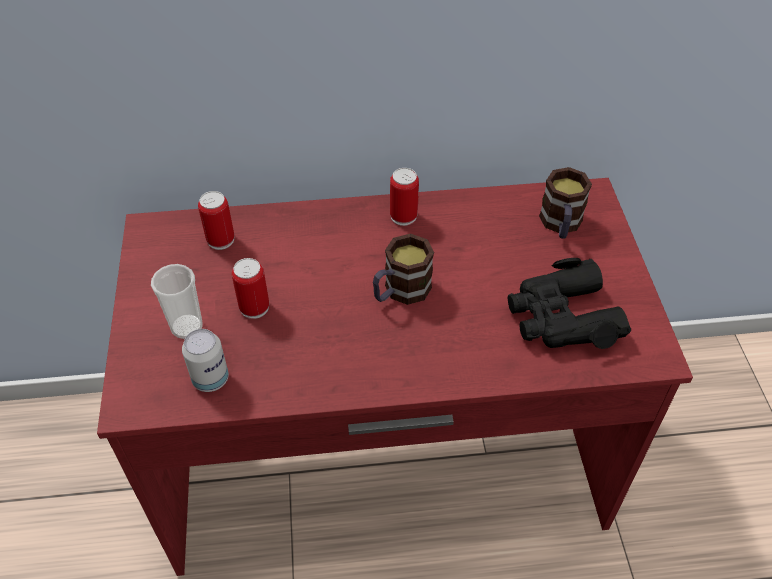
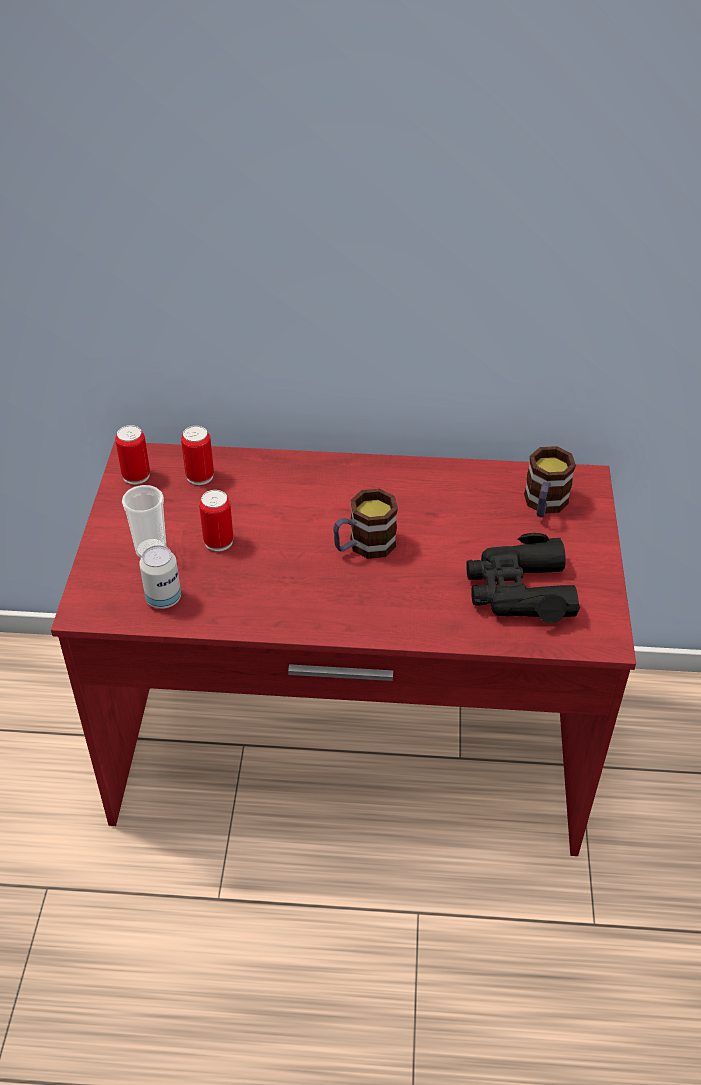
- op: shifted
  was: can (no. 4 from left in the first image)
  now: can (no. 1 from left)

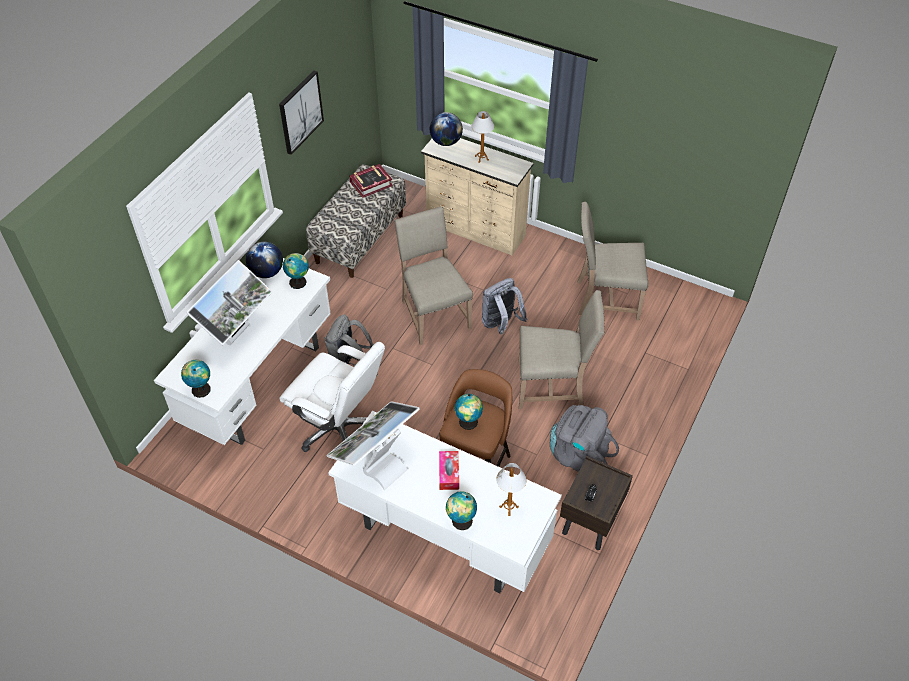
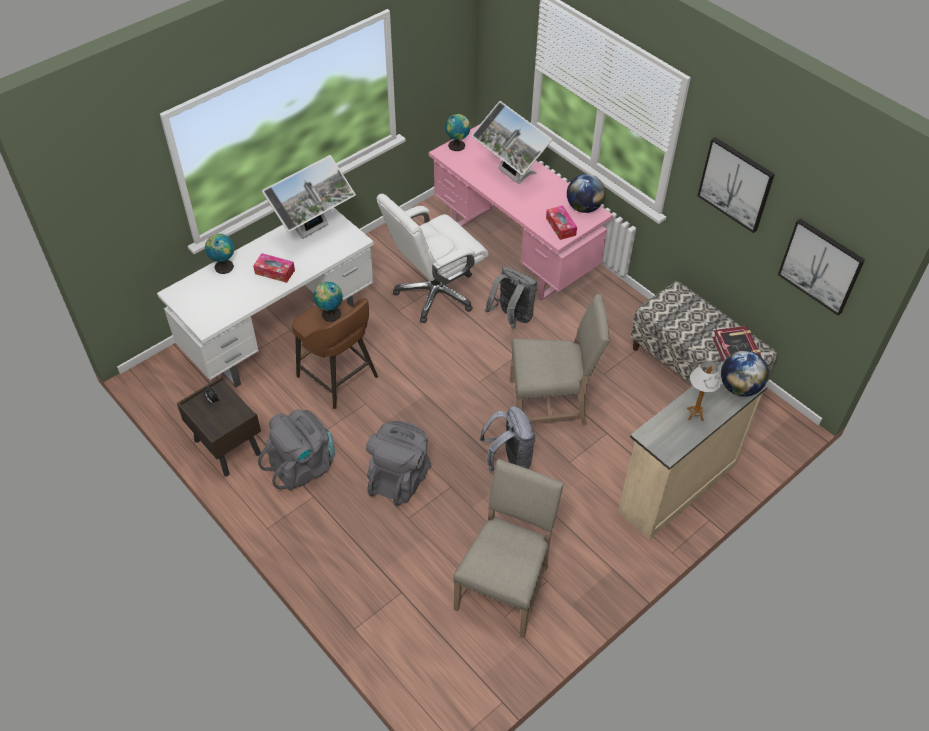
- op: swapped
  was: globe (no. 3 from left)
  now: tissue_box (no. 2 from left)
- op: repainted
  was: white_desk (no. 1 from left)
  now: pink_desk
- op: swapped
  was: beige_chair (no. 2 from left)
  now: grey_backpack (no. 2 from left)
- op: rotated
  was: monitor (no. 2 from left in the first image)
  clockwise: 75
- op: gone
  was: table_lamp (no. 2 from left)
- op: new
  now: picture (no. 2 from left)

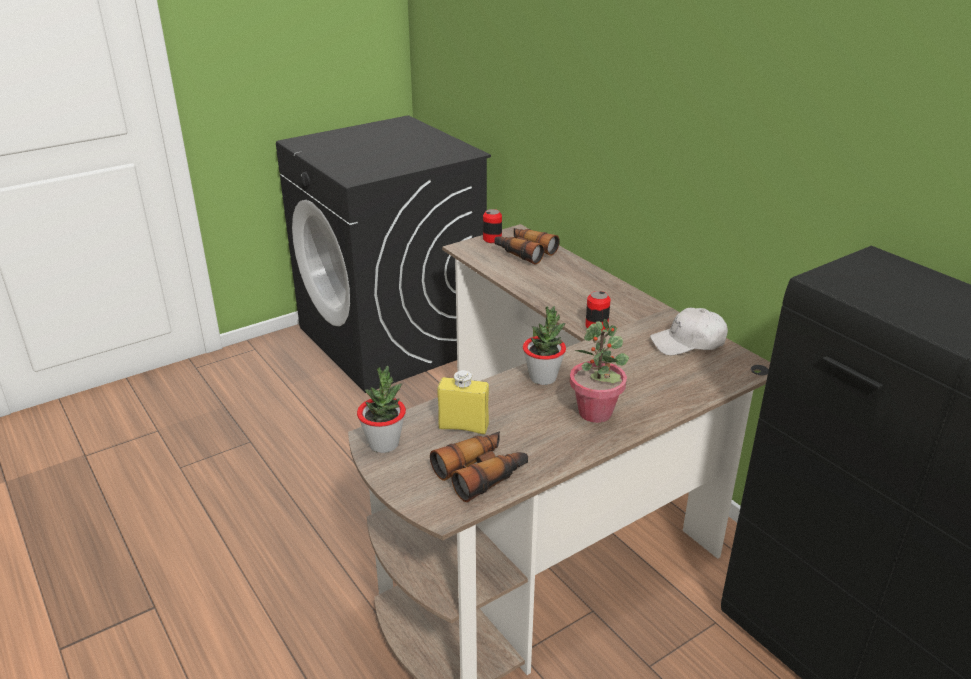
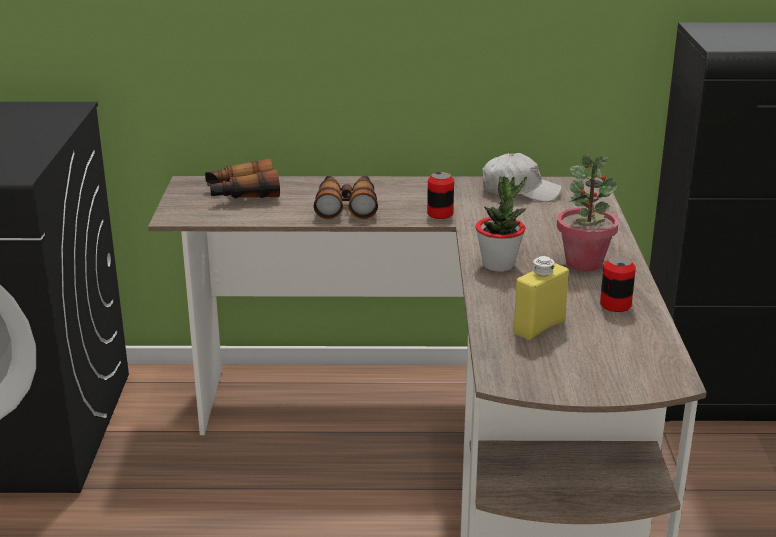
- op: shifted
  was: can (no. 1 from left in the first image)
  now: can (no. 2 from left)
- op: rotated
  was: white_cap
  clockwise: -105
- op: gone
  was: potted_plant (no. 1 from left)
- op: shifted
  was: binoculars (no. 1 from left in the first image)
  now: binoculars (no. 2 from left)

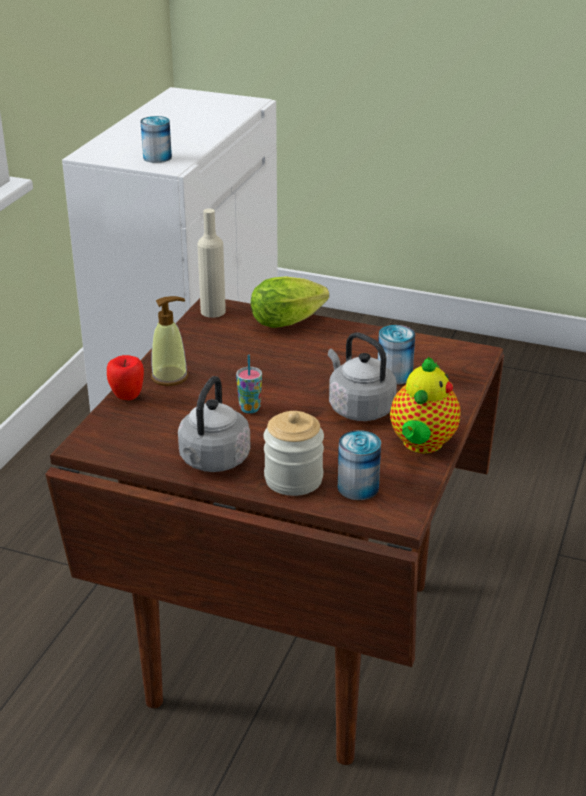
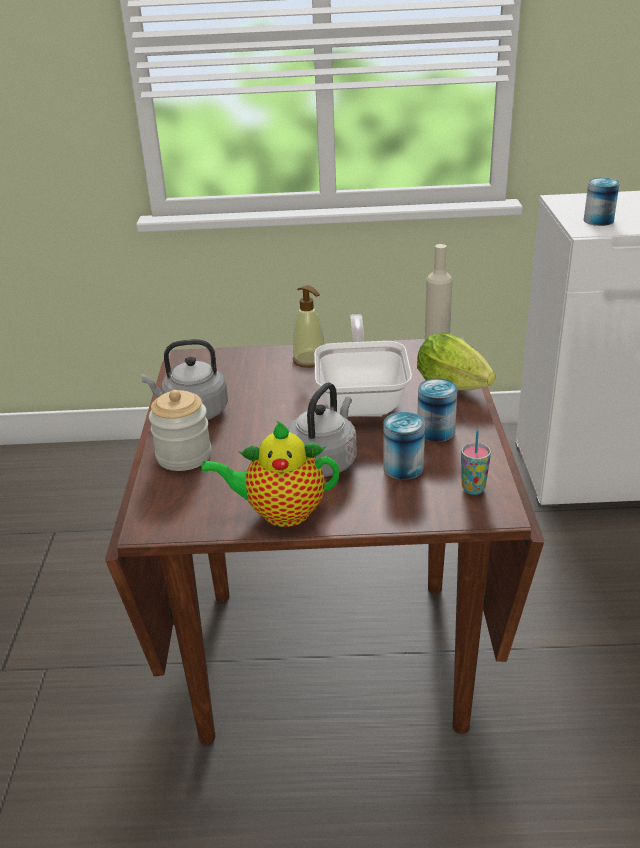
- op: gone
  was: apple
- op: shifted
  was: cup
- op: shifted
  was: can (no. 2 from left)
- op: new
  now: frying_pan

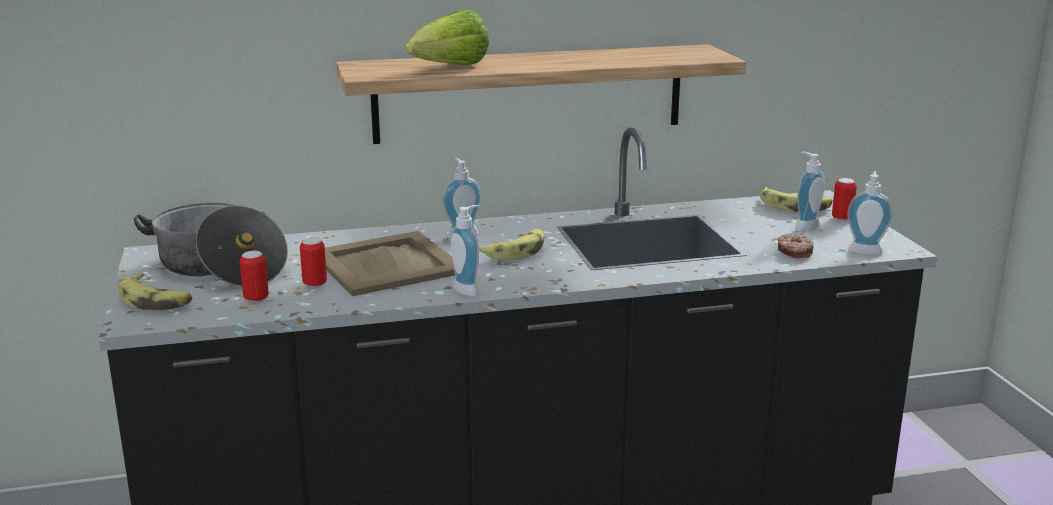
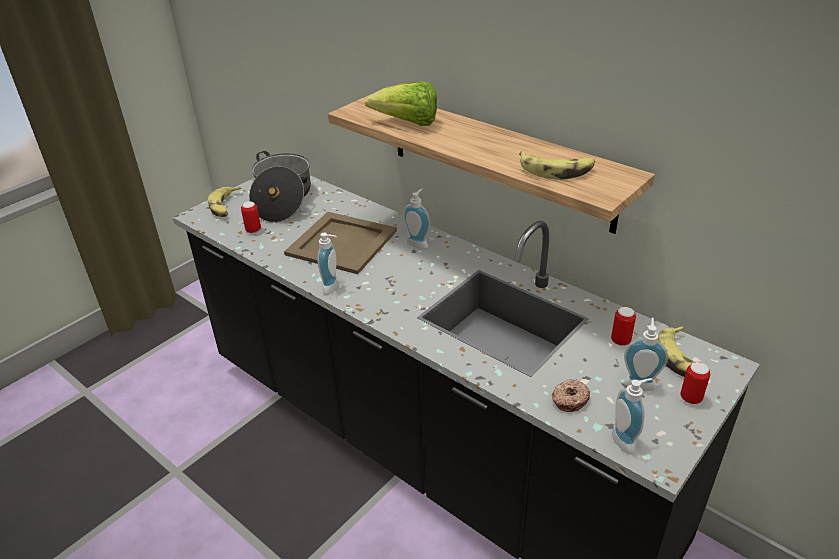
- op: shifted
  was: banana (no. 2 from left)
- op: shifted
  was: can (no. 2 from left)

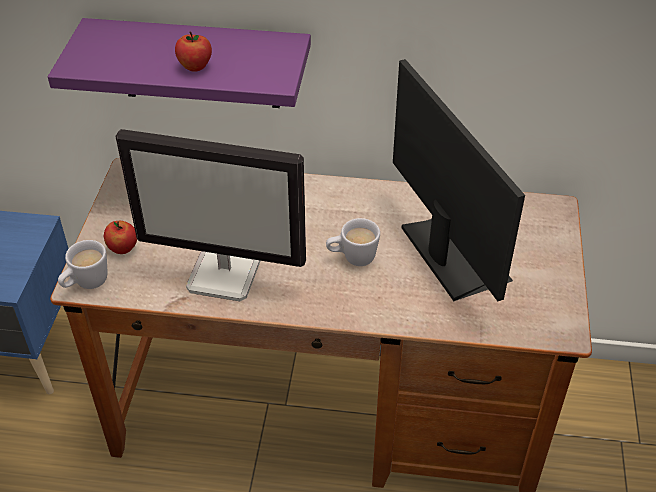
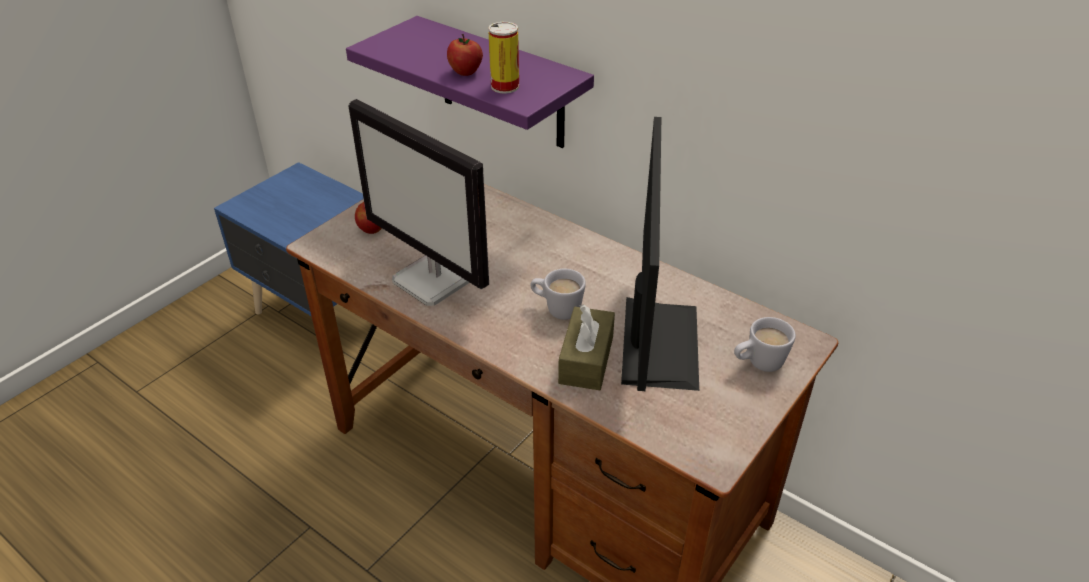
- op: shifted
  was: white_mug (no. 1 from left in the first image)
  now: white_mug (no. 2 from left)
- op: new
  now: can
- op: new
  now: brown_tissue_box

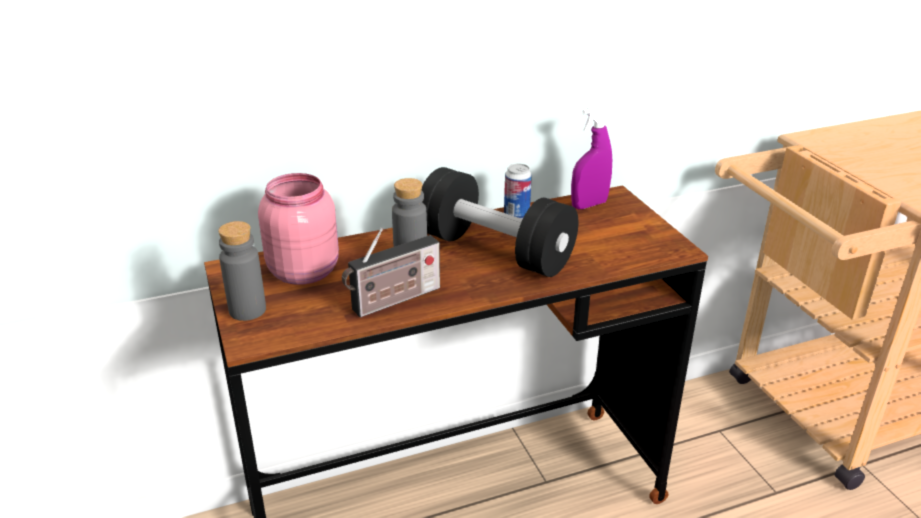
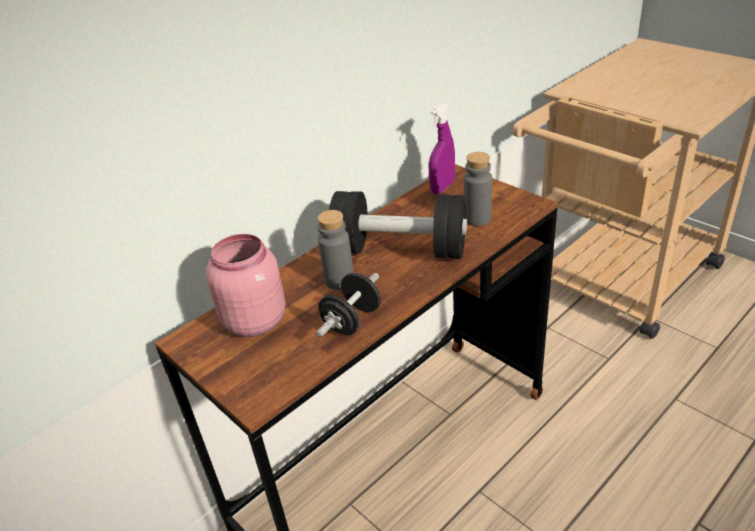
- op: gone
  was: can
- op: shifted
  was: grey_bottle (no. 1 from left in the first image)
  now: grey_bottle (no. 2 from left)
- op: swapped
  was: radio
  now: black_dumbbell (no. 1 from left)

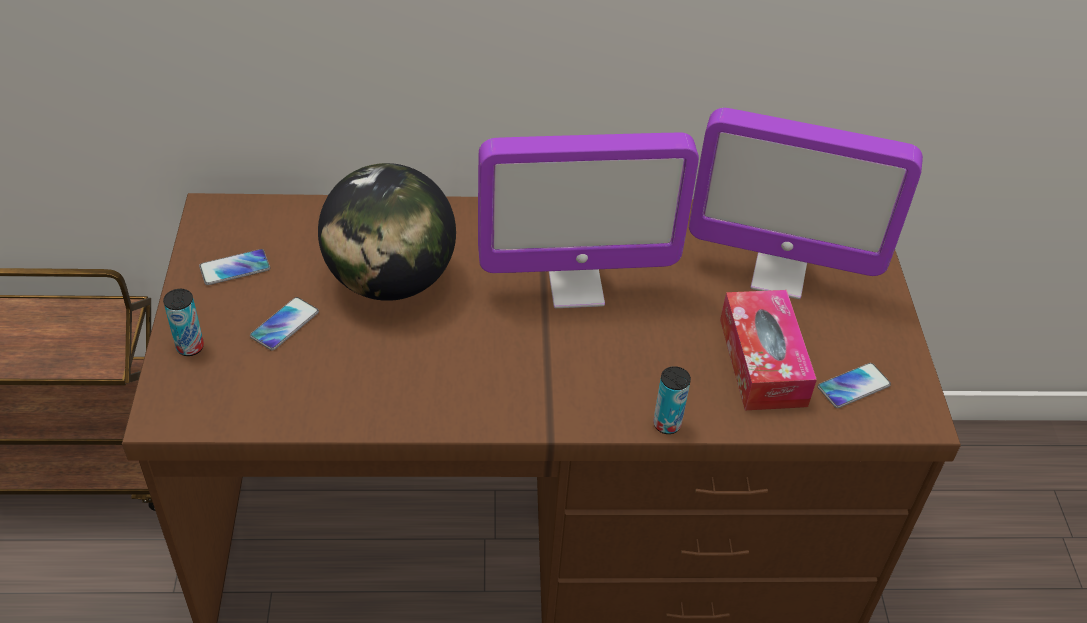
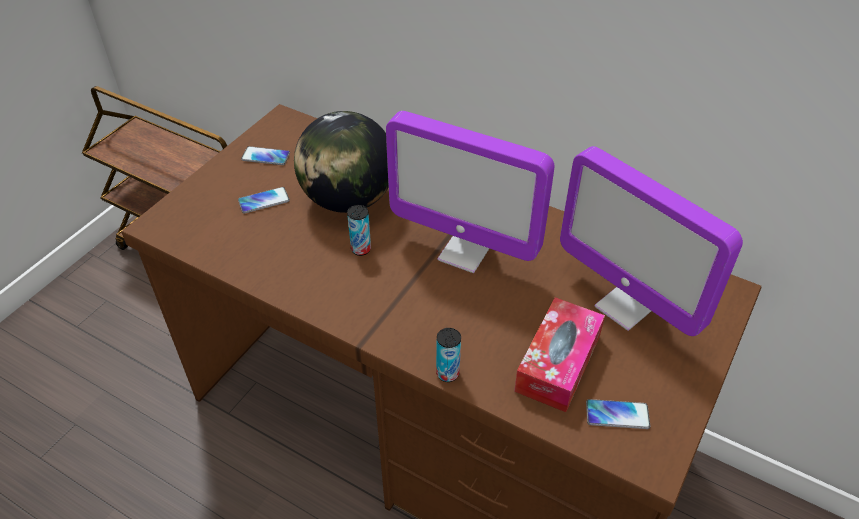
- op: shifted
  was: can (no. 1 from left)

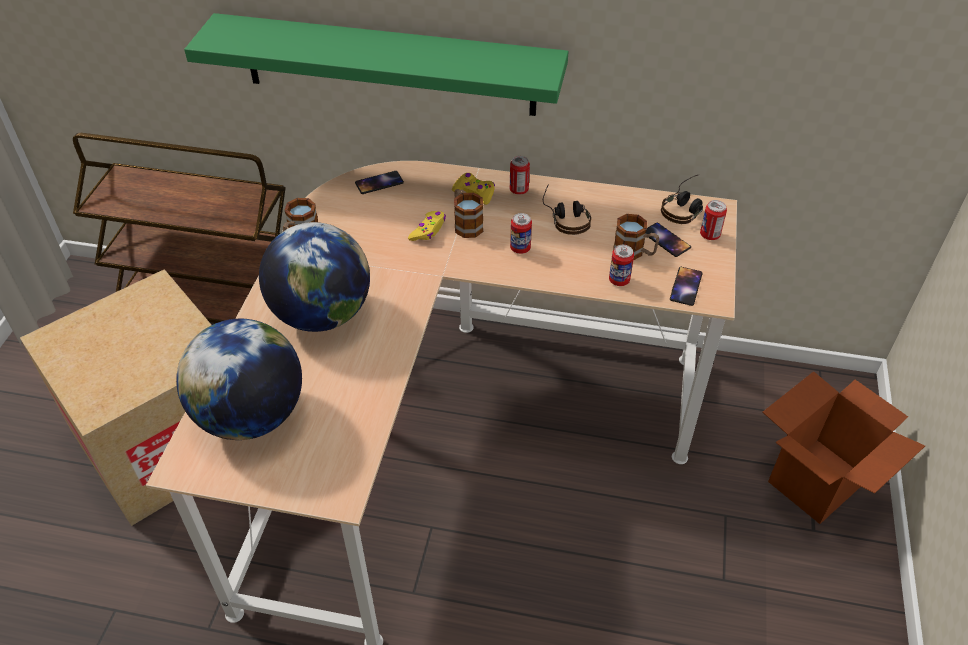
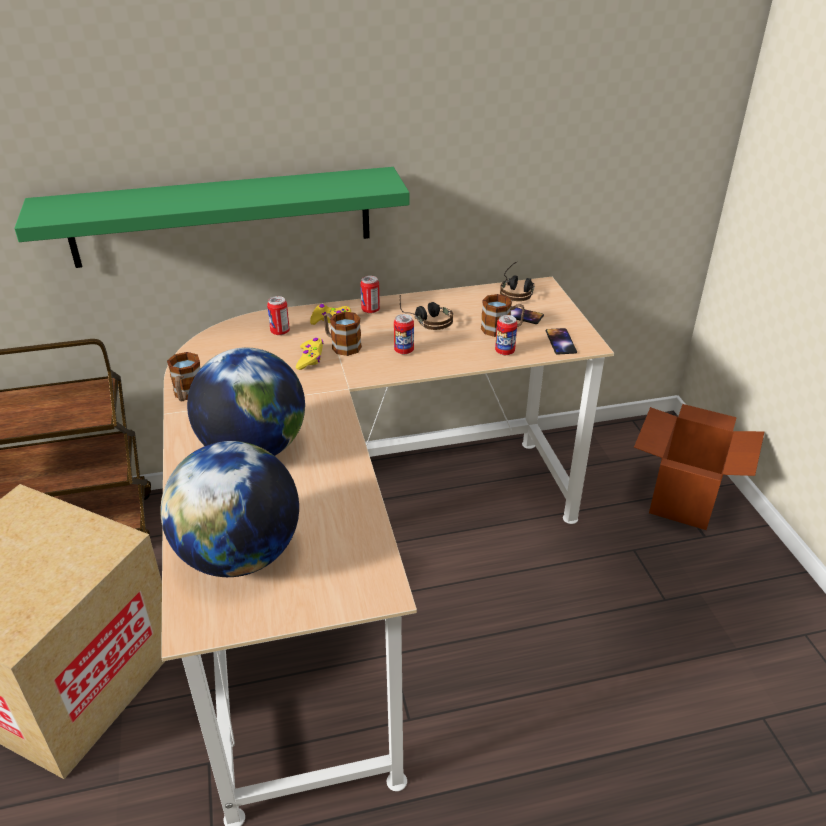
- op: gone
  was: phone (no. 1 from left)
- op: shifted
  was: can (no. 4 from left in the first image)
  now: can (no. 1 from left)

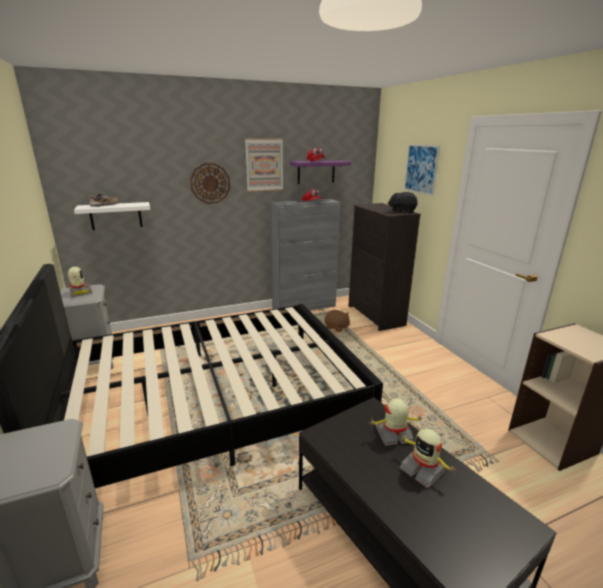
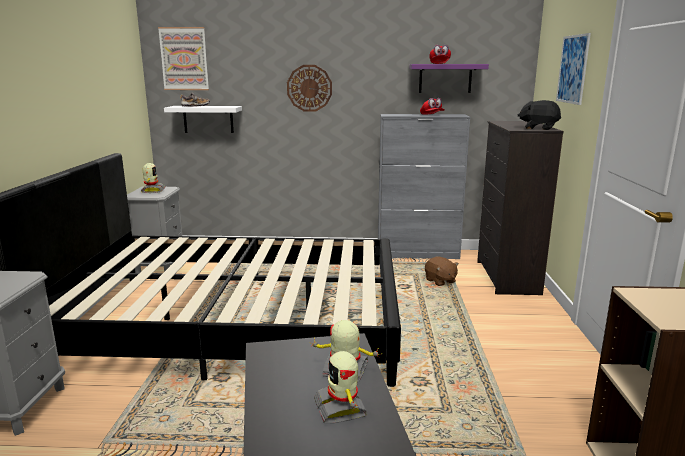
- op: shifted
  was: picture (no. 1 from left)

